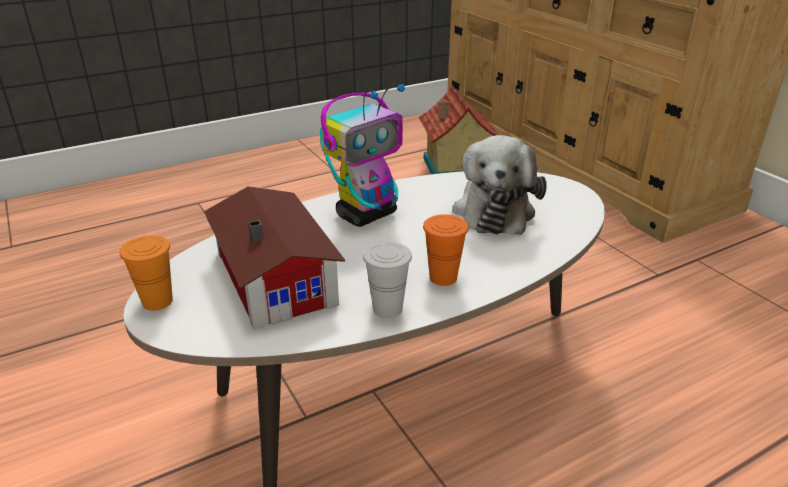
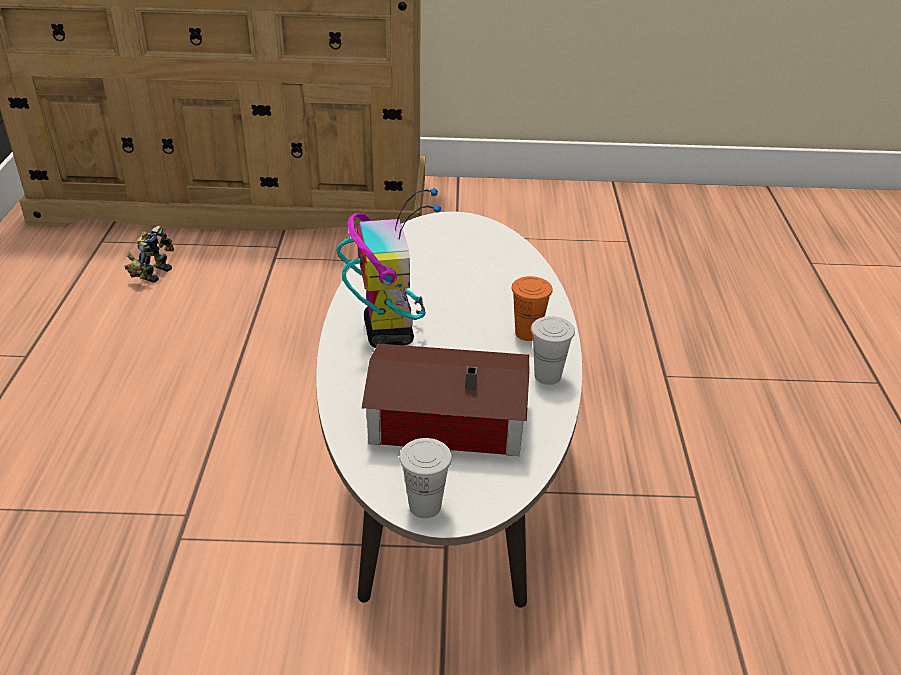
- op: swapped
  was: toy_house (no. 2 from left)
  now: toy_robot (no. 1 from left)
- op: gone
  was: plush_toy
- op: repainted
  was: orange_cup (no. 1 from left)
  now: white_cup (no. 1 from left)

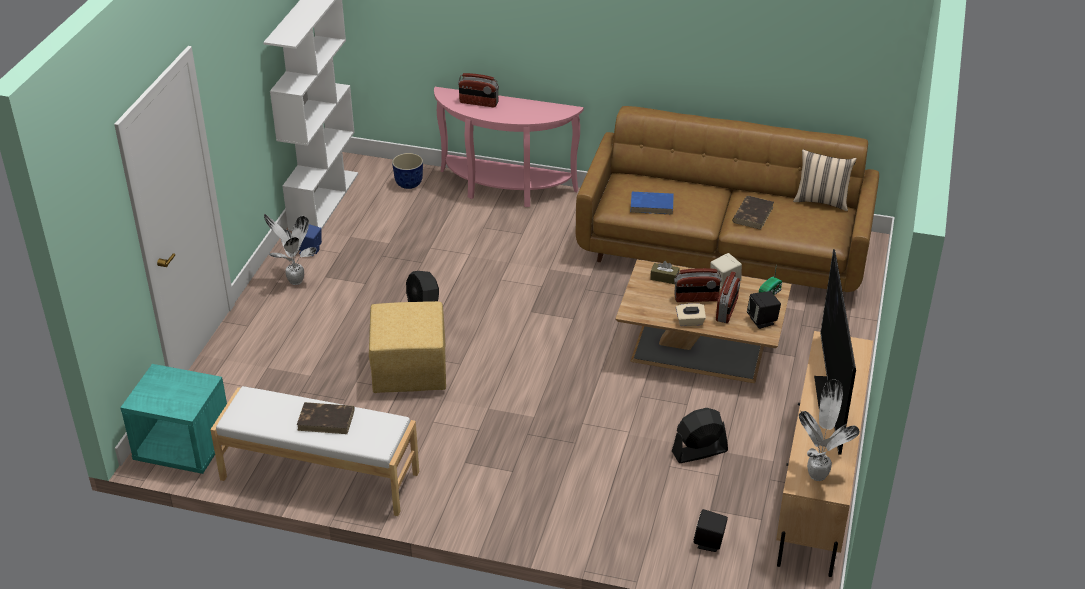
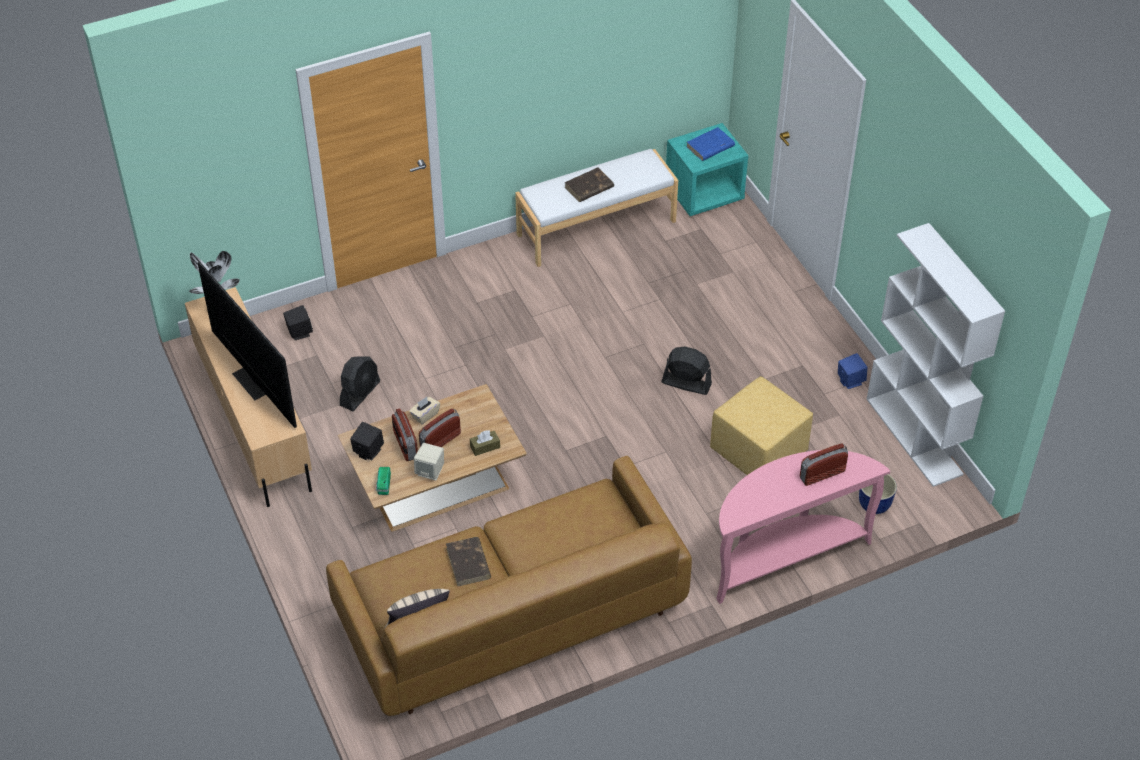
- op: shifted
  was: blue_book
- op: gone
  was: potted_plant (no. 1 from left)
- op: shifted
  was: yellow_ottoman

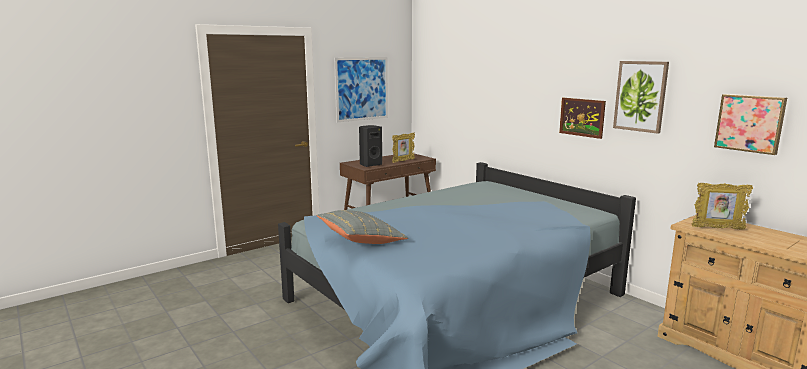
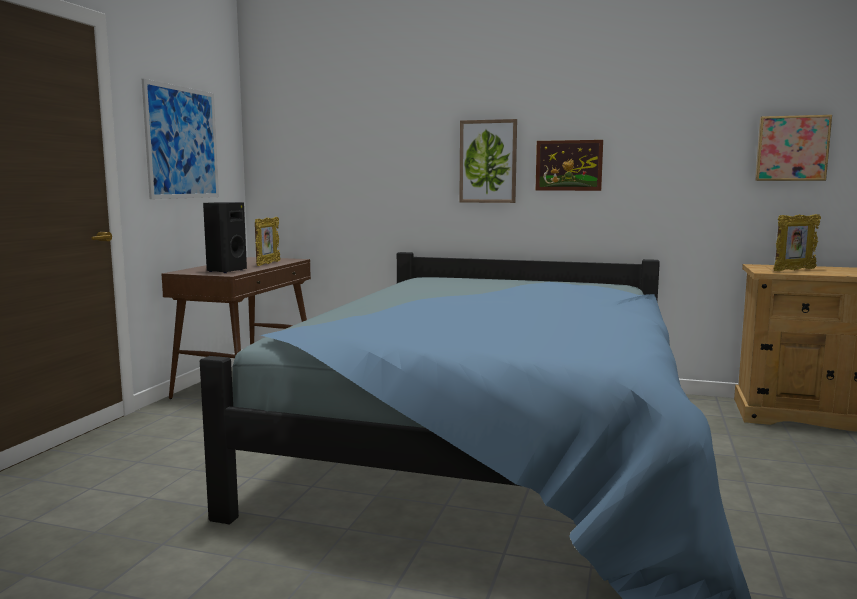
- op: shifted
  was: picture (no. 3 from left in the first image)
  now: picture (no. 2 from left)
- op: gone
  was: grey_pillow

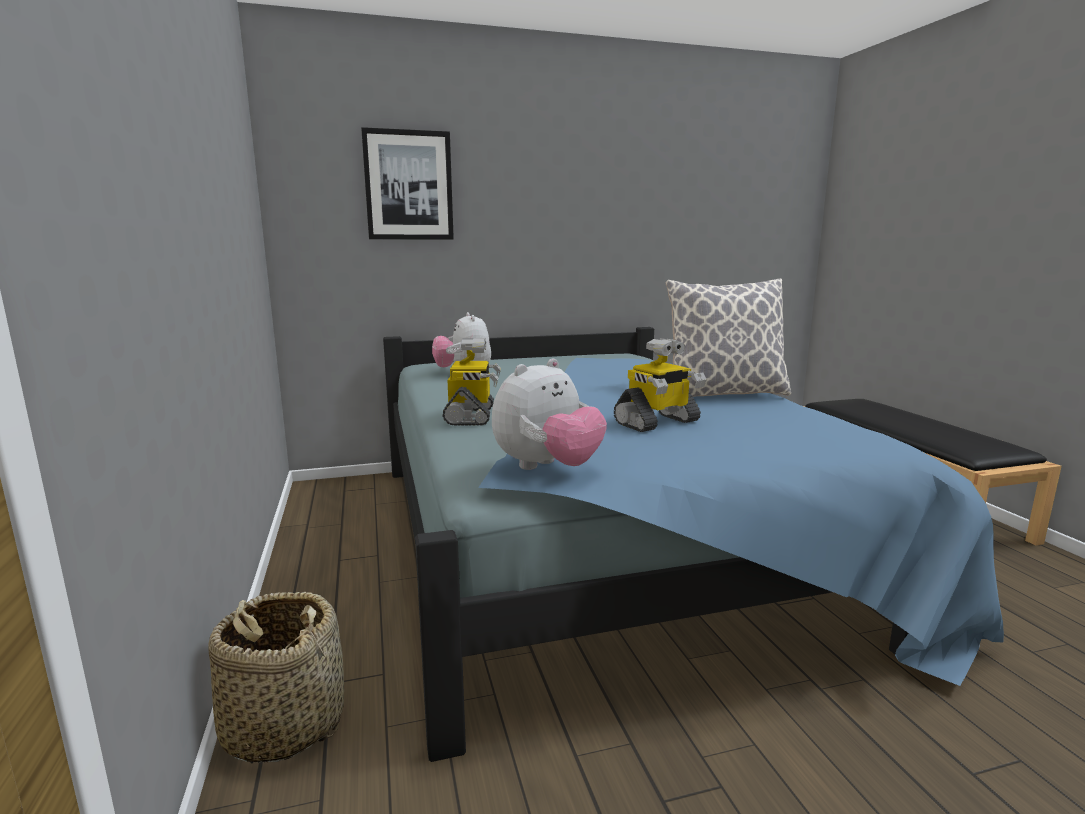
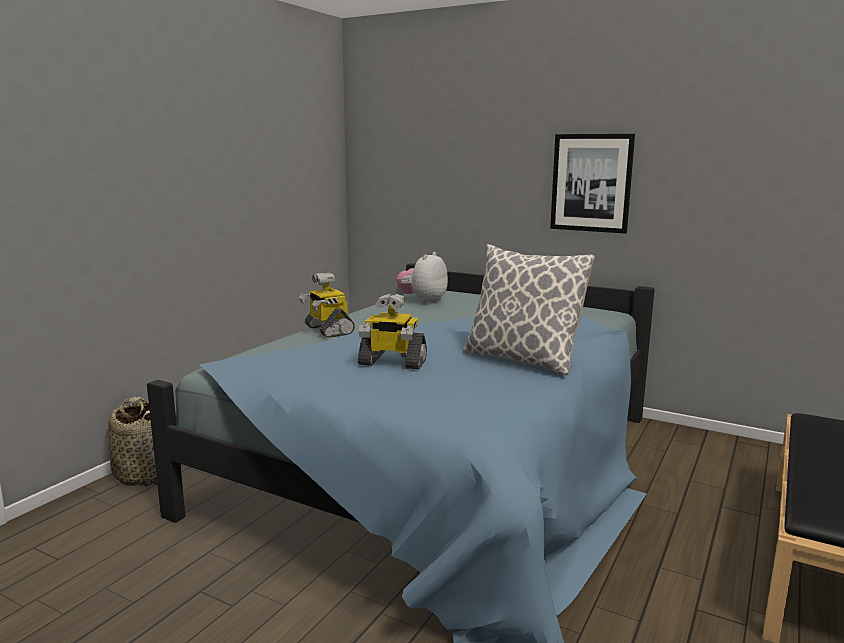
- op: shifted
  was: picture
- op: rotated
  was: toy_robot (no. 1 from left)
  clockwise: 105
- op: gone
  was: plush_toy (no. 2 from left)

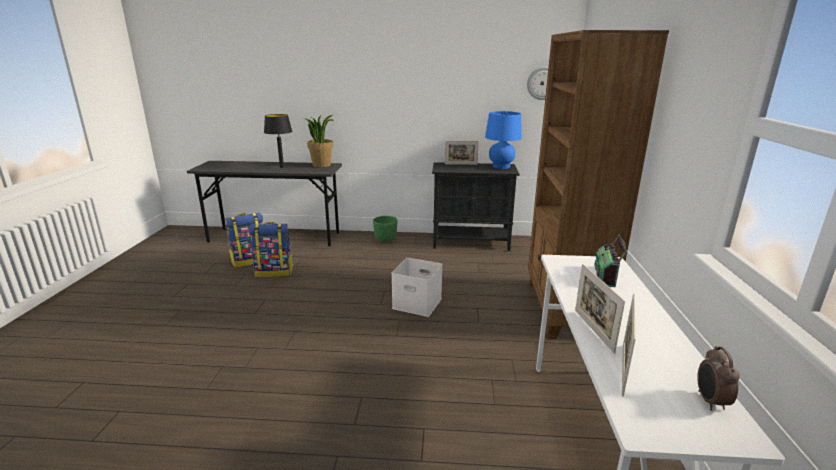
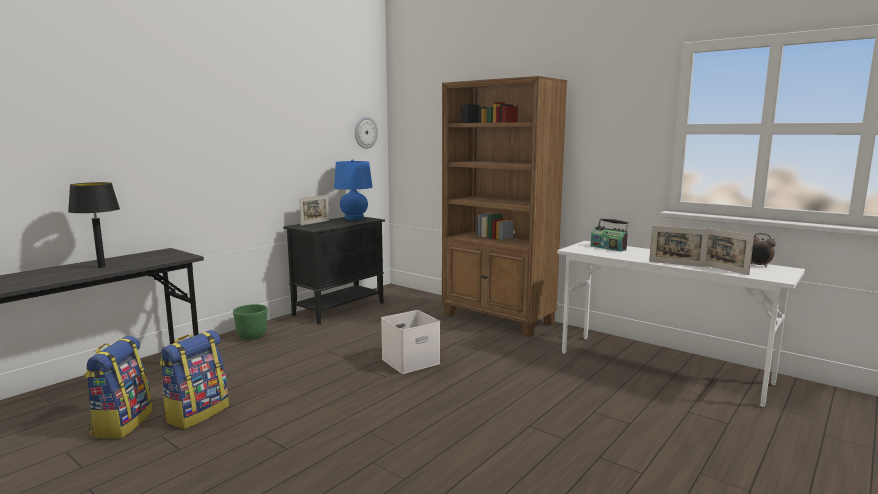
- op: gone
  was: potted_plant

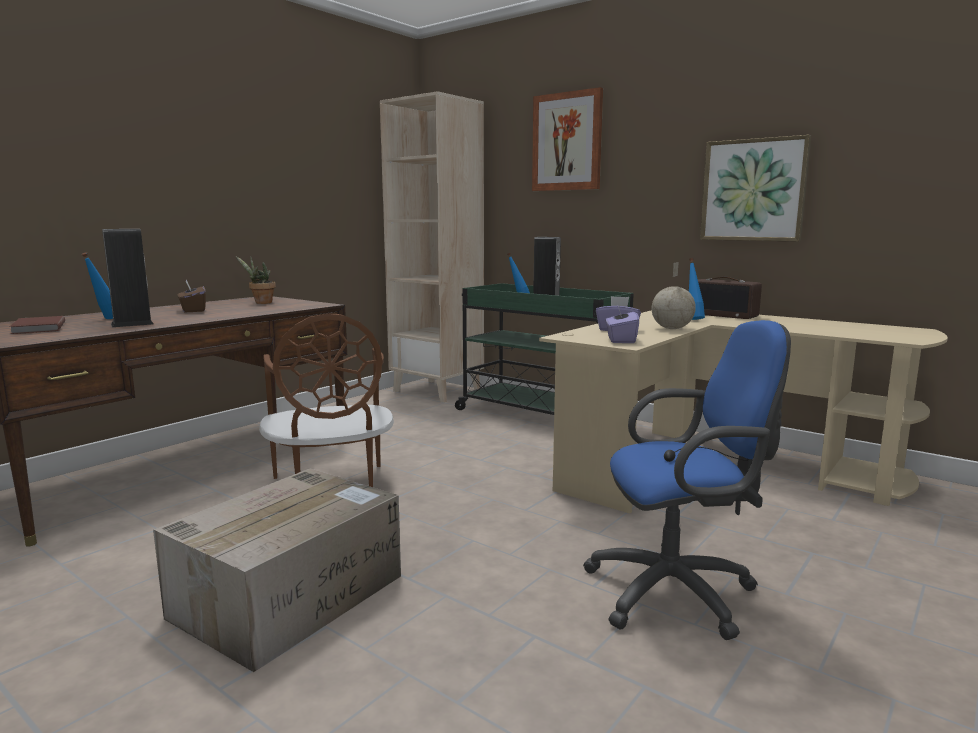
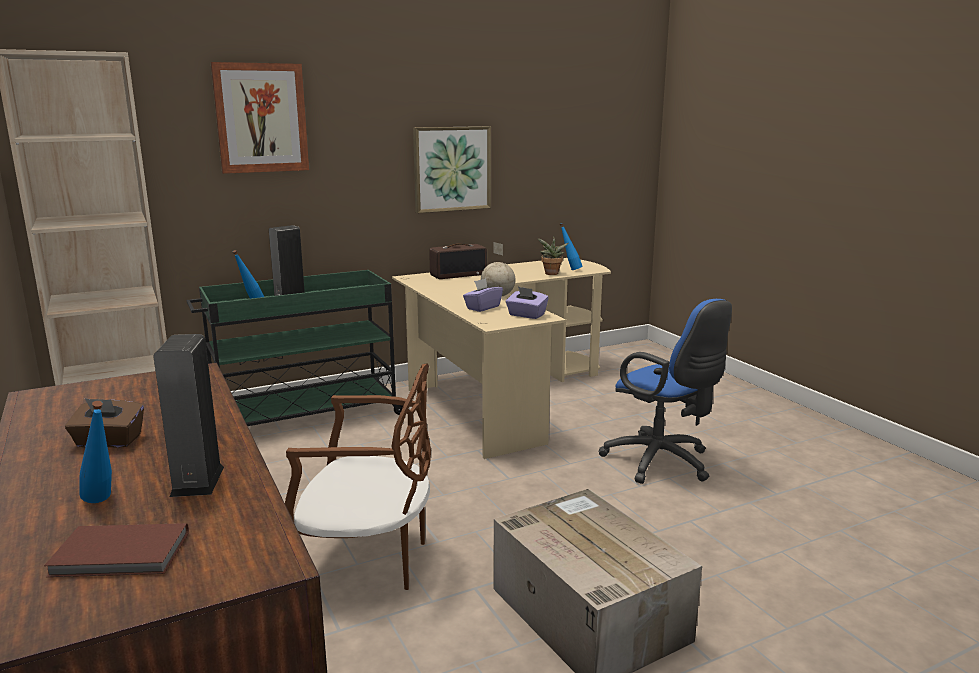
- op: shifted
  was: potted_plant
- op: shifted
  was: blue_bottle (no. 3 from left)
- op: rotated
  was: blue_office_chair
  clockwise: 120

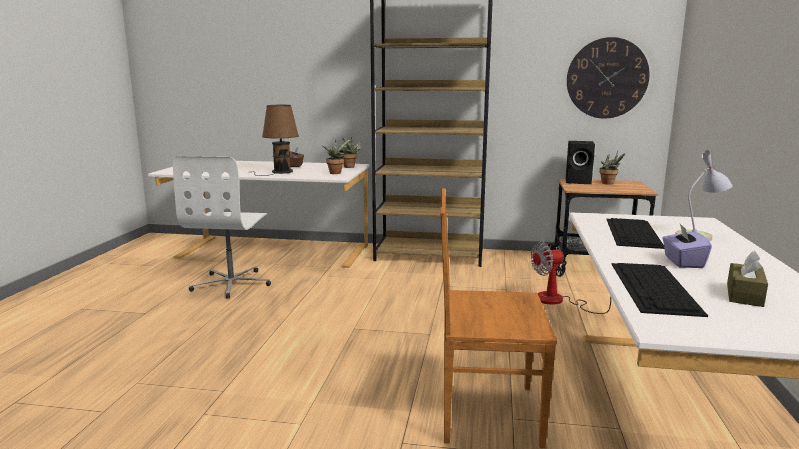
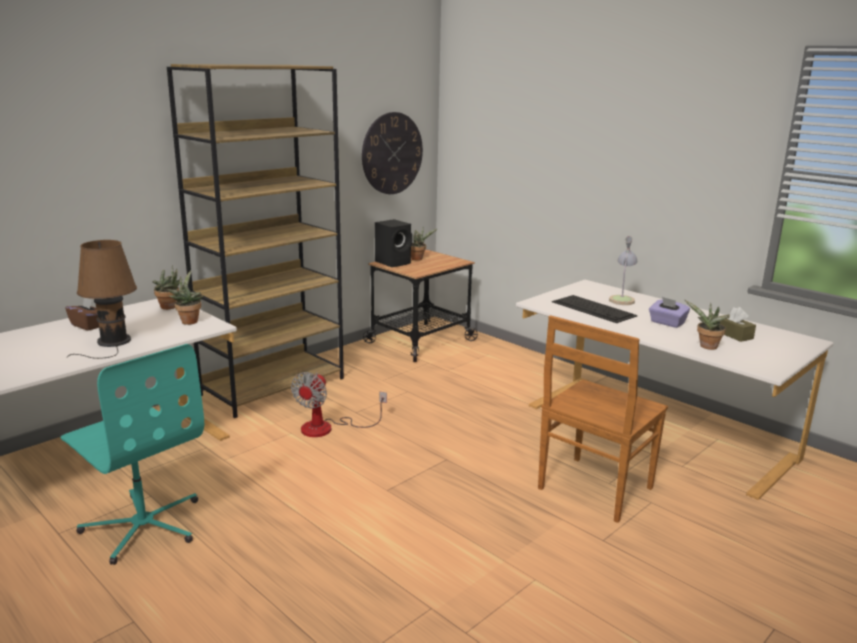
- op: repainted
  was: white_office_chair
  now: turquoise_office_chair
- op: shifted
  was: fan
- op: swapped
  was: keyboard (no. 2 from left)
  now: potted_plant (no. 4 from left)

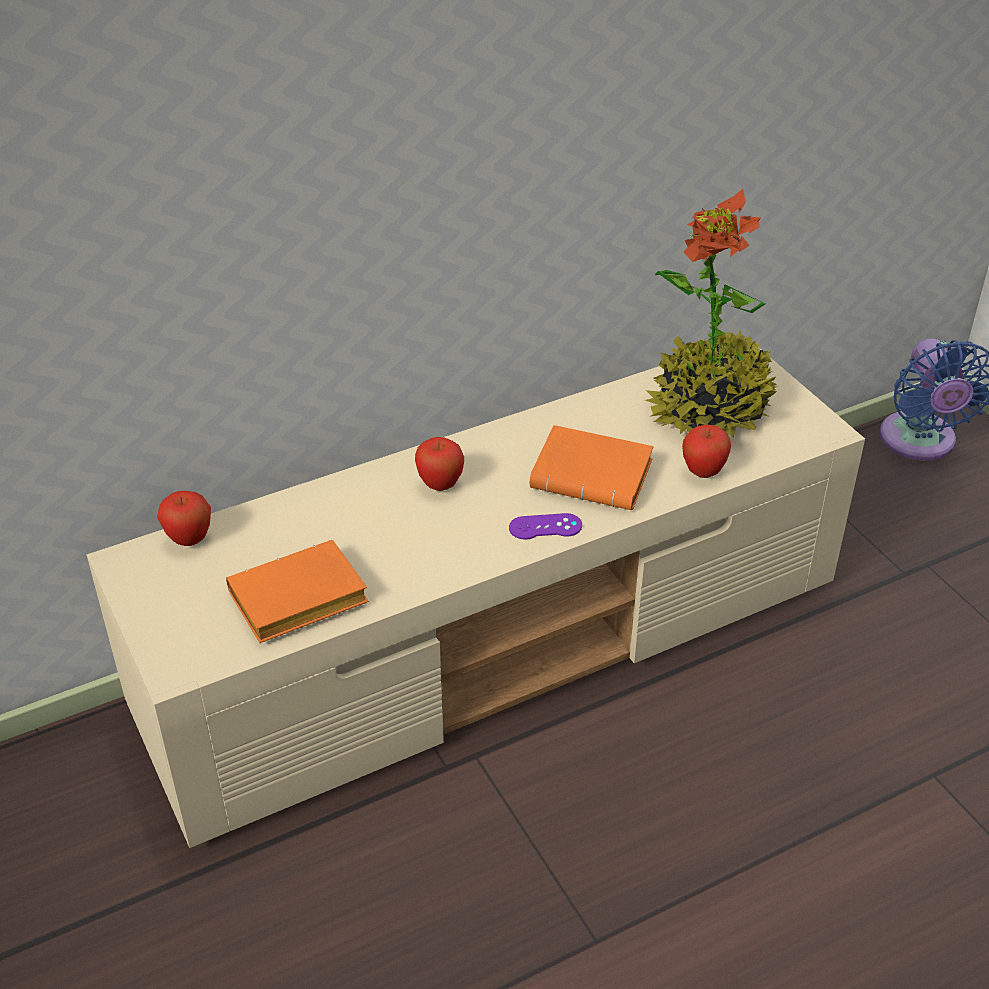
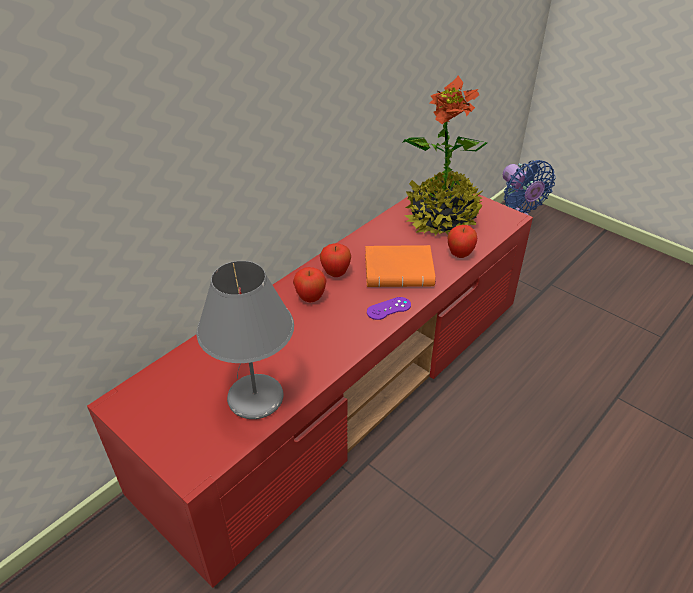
- op: repainted
  was: beige_tv_stand
  now: red_tv_stand
- op: shifted
  was: apple (no. 1 from left in the first image)
  now: apple (no. 2 from left)
- op: swapped
  was: orange_book (no. 1 from left)
  now: grey_table_lamp

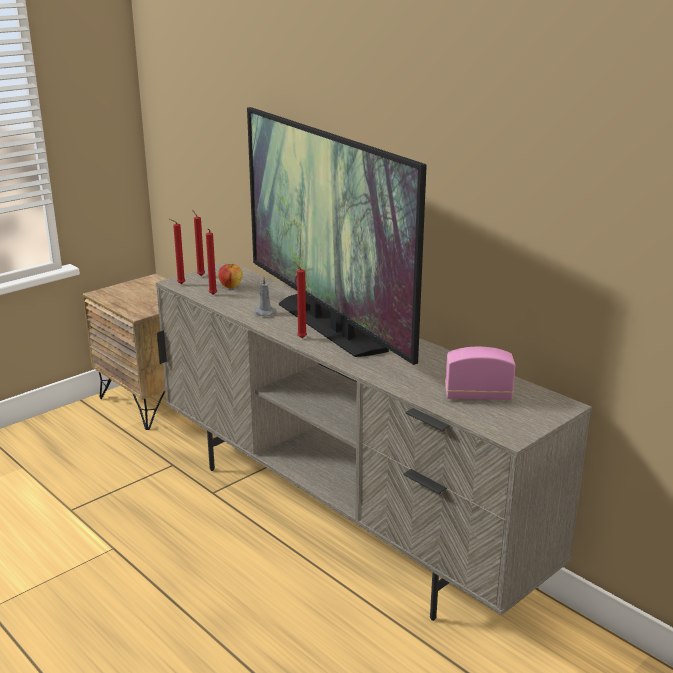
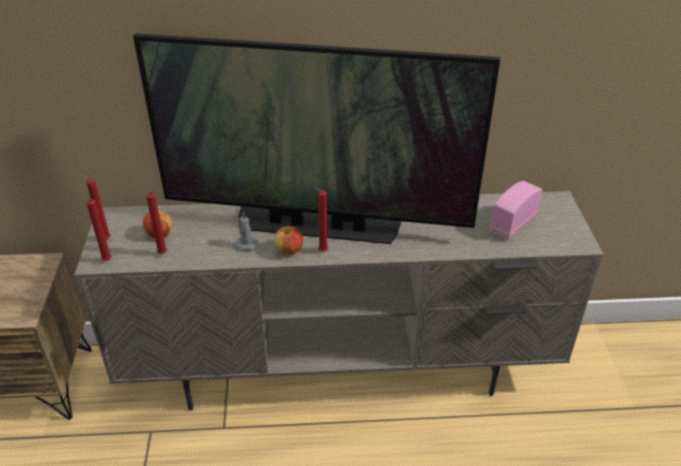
- op: new
  now: apple (no. 2 from left)

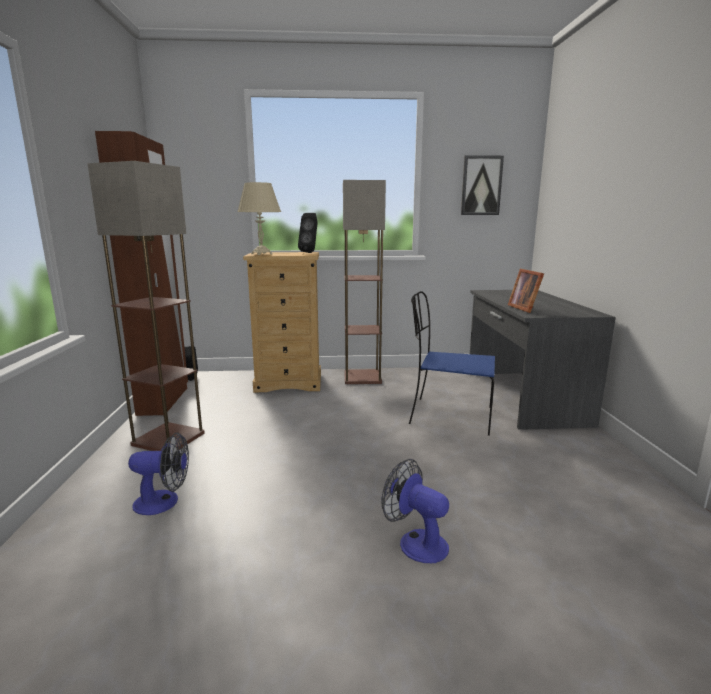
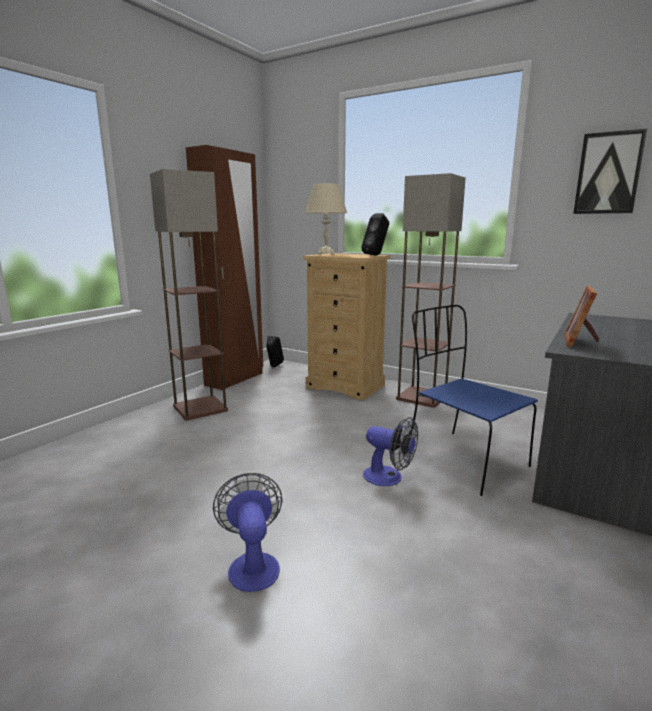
- op: shifted
  was: fan (no. 1 from left in the first image)
  now: fan (no. 2 from left)

